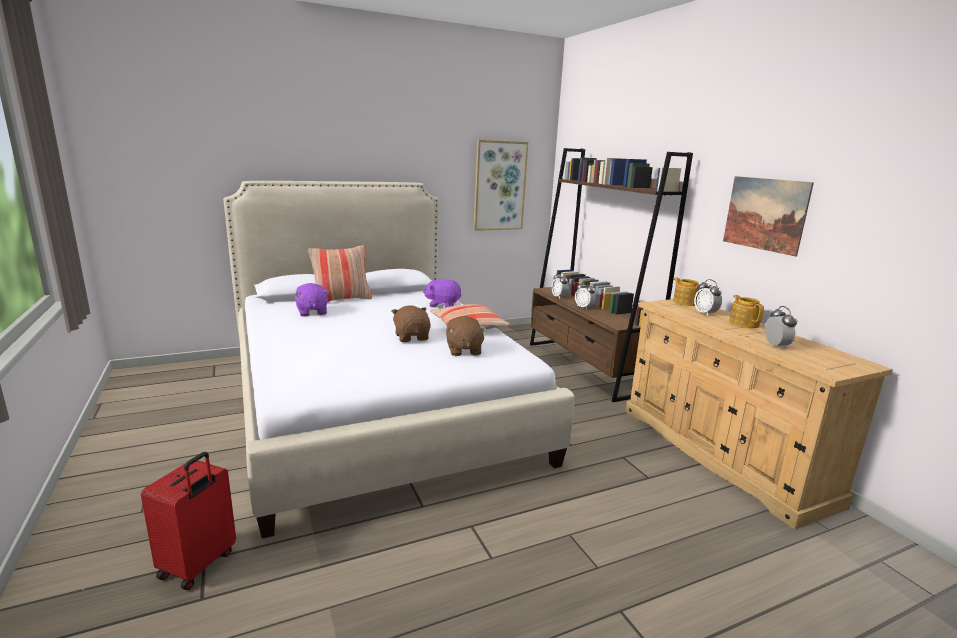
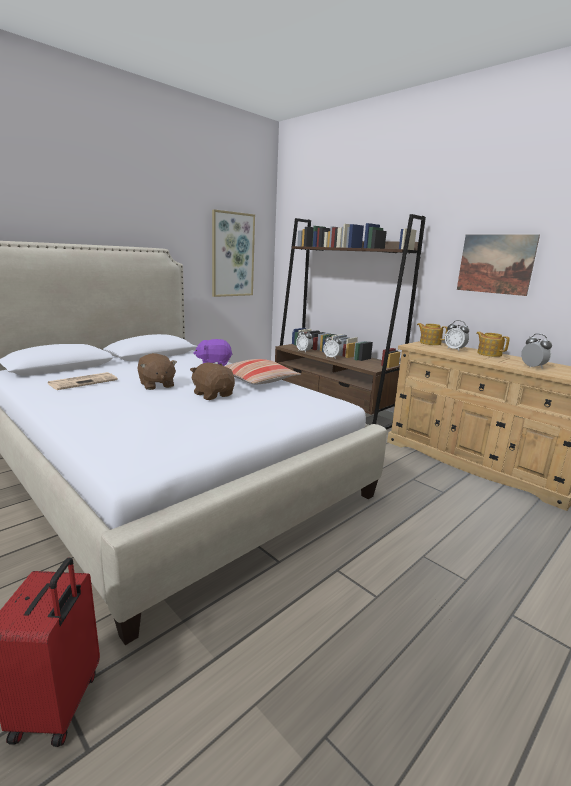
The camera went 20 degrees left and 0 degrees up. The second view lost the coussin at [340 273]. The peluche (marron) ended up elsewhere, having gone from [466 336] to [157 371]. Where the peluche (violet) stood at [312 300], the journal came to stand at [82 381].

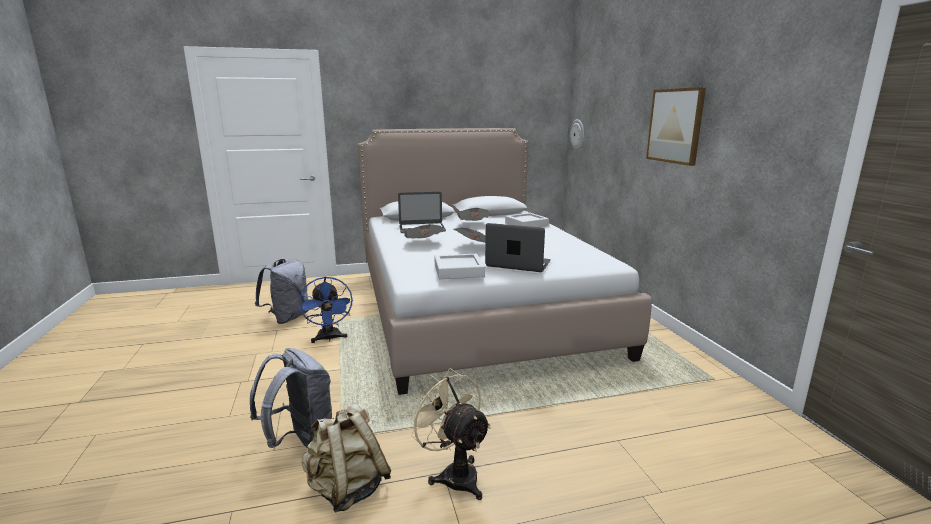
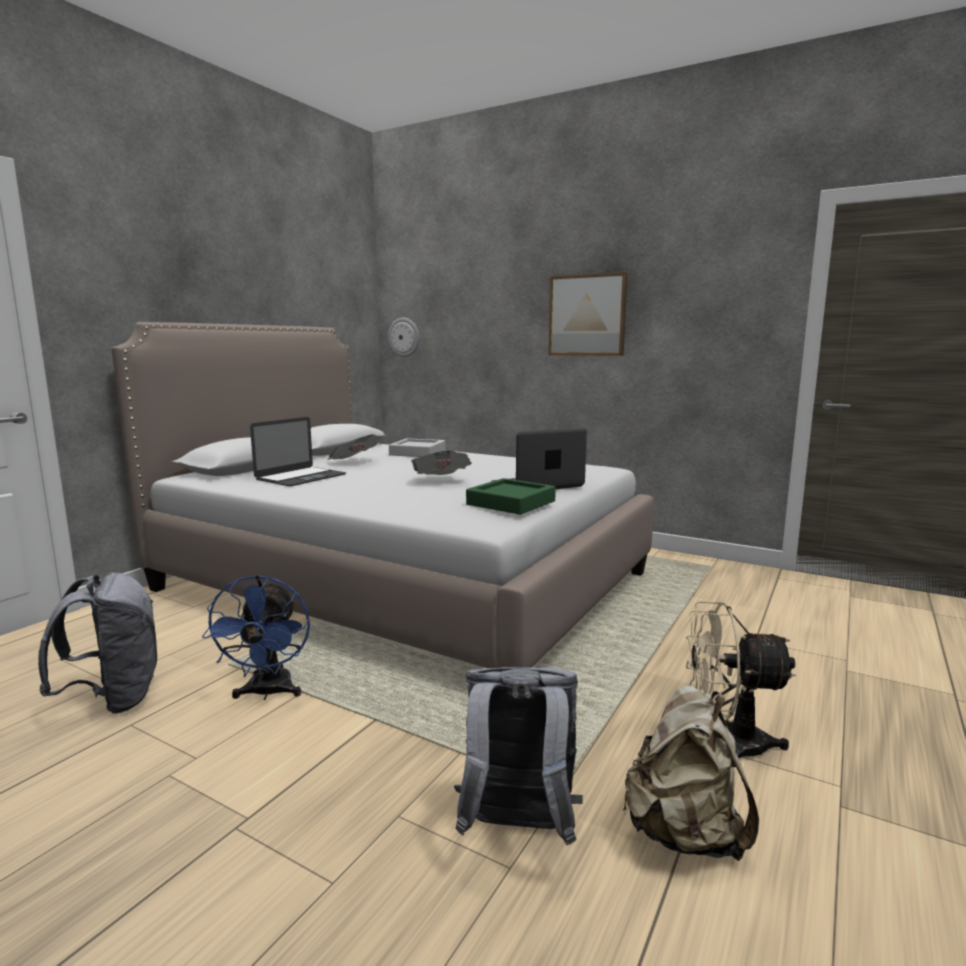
The camera went 45 degrees left and 5 degrees down. The second view lost the journal at [423 231]. What was the plateau (gris) at [459 266] turned into the plateau (vert) at [511 496]. The ventilateur (bleu) at [326 310] ended up facing another way, 60 degrees clockwise from before.

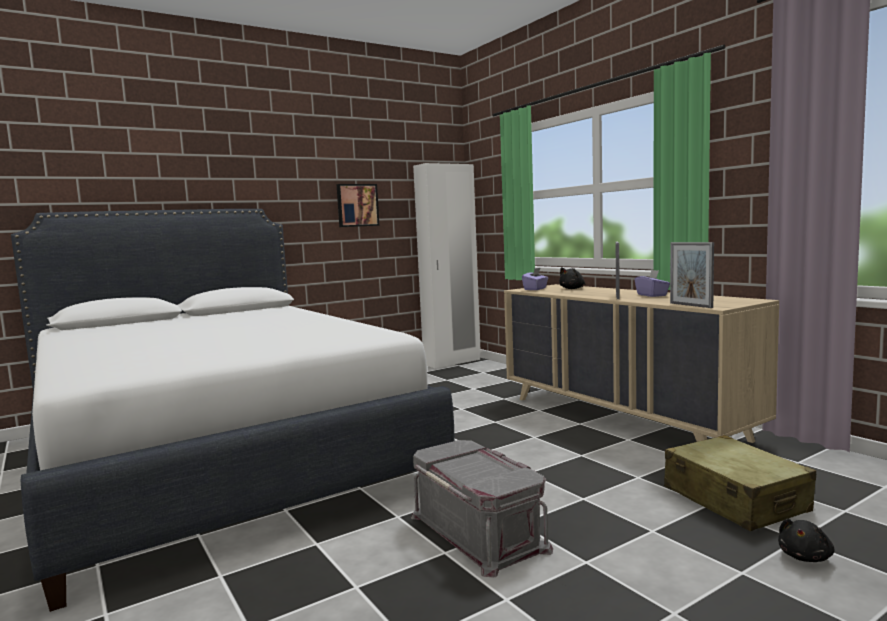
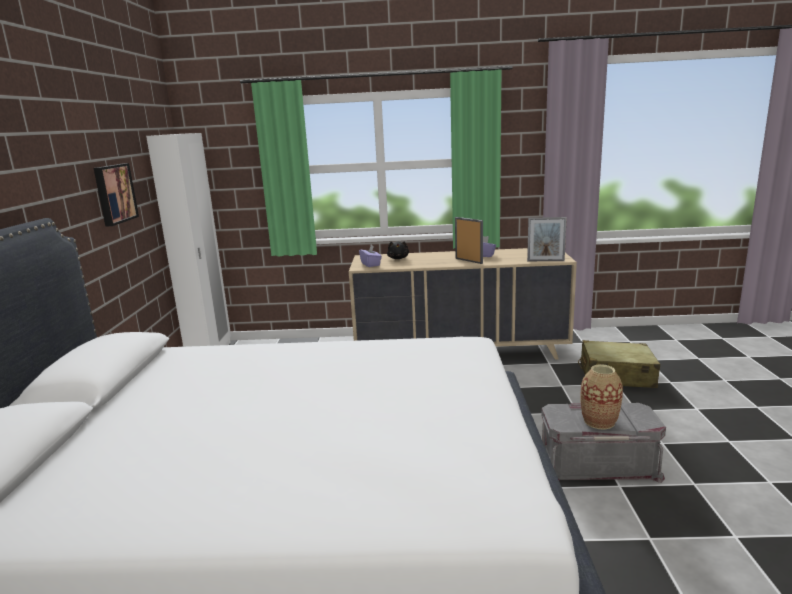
The camera went 55 degrees left and 10 degrees up. The second view lost the peluche (noir) at [806 540]. The second view gained the vase at [602 397].

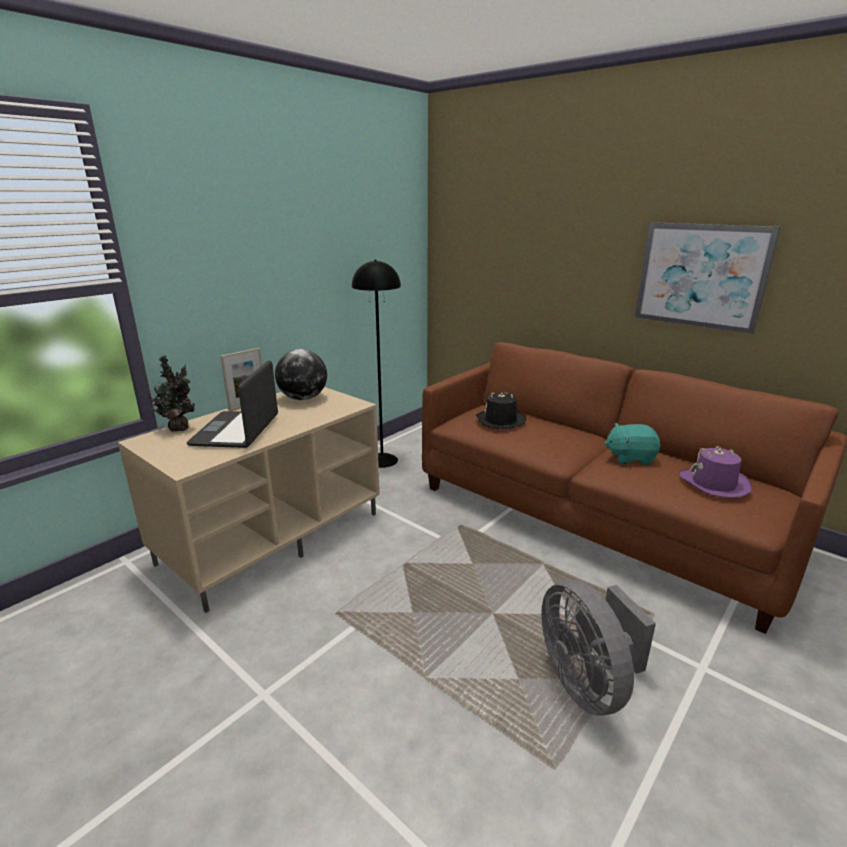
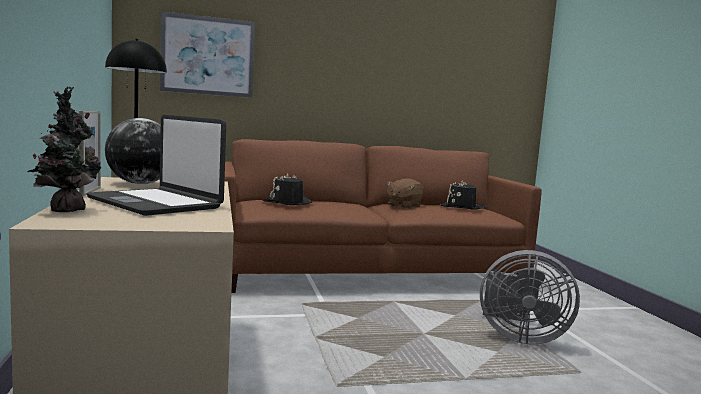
The camera went 55 degrees left and 15 degrees down. The tableau ended up elsewhere, having gone from [707 278] to [207 54]. What was the peluche (turquoise) at [632 444] turned into the peluche (marron) at [405 194]. What was the chapeau (violet) at [715 471] turned into the chapeau (noir) at [462 195].

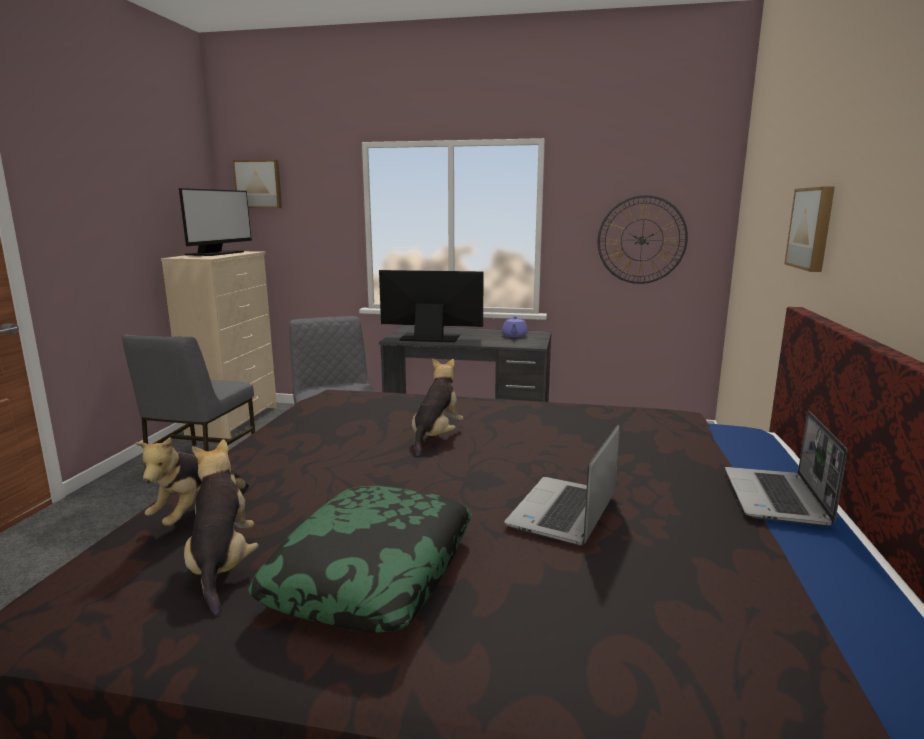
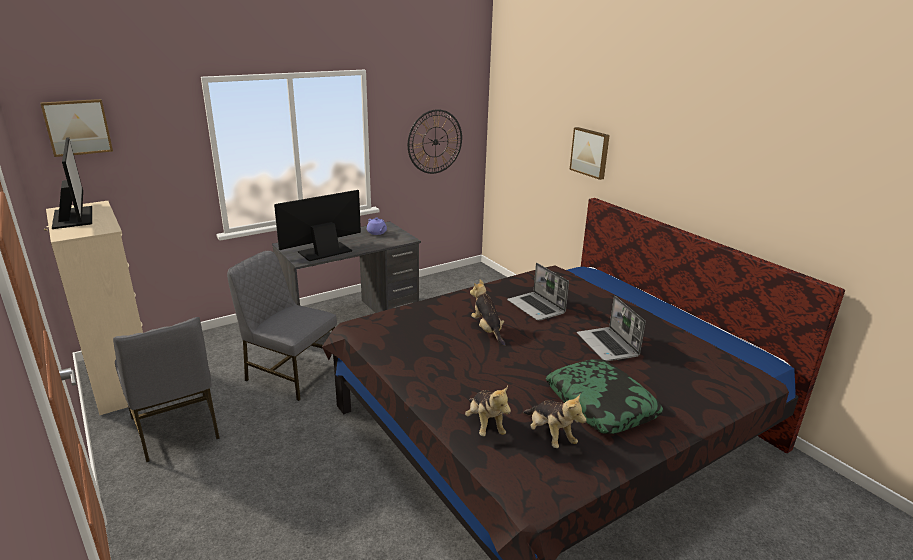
The camera went 45 degrees left and 10 degrees up. The ordinateur portable ended up elsewhere, having gone from [786 468] to [538 292]. The peluche at [221 527] ended up facing another way, 150 degrees counterclockwise from before.

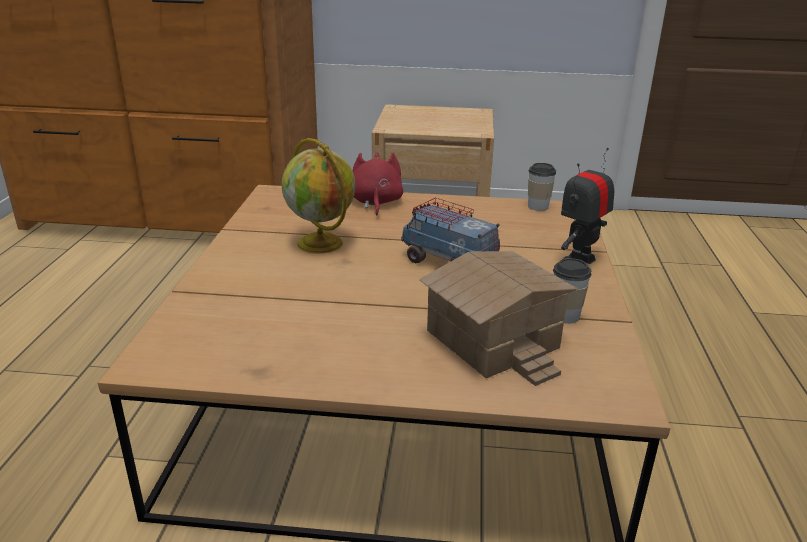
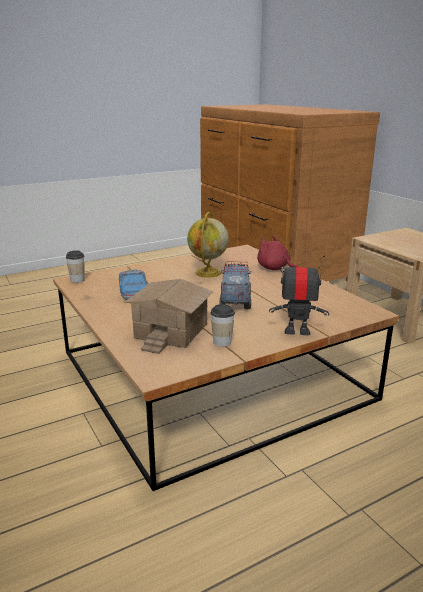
The camera went 55 degrees right and 5 degrees down. The second view gained the petite voiture at [133 284]. The tasse ended up elsewhere, having gone from [542 187] to [75 267]. The peluche (rouge) at [378 184] ended up facing another way, 105 degrees counterclockwise from before.

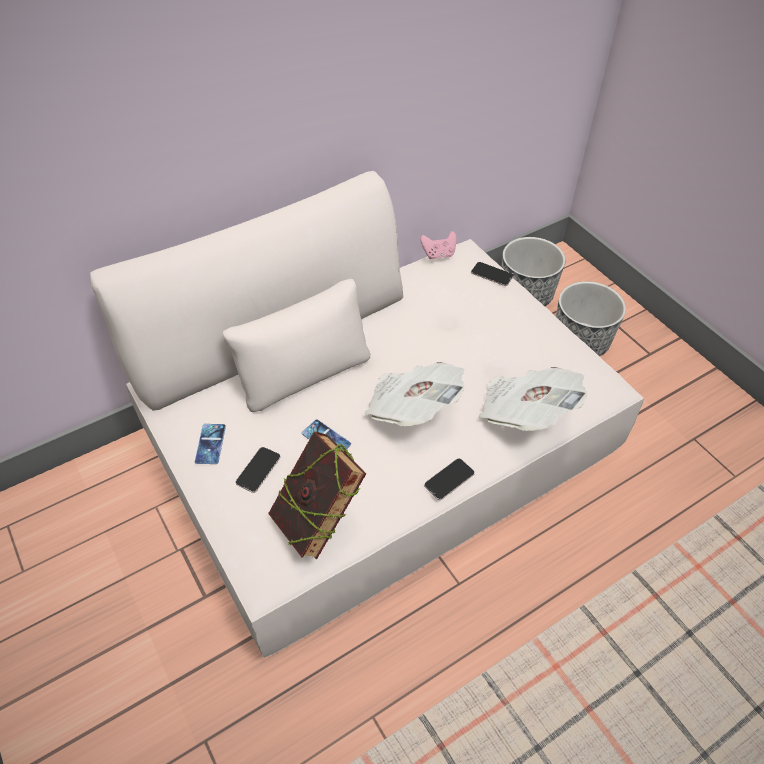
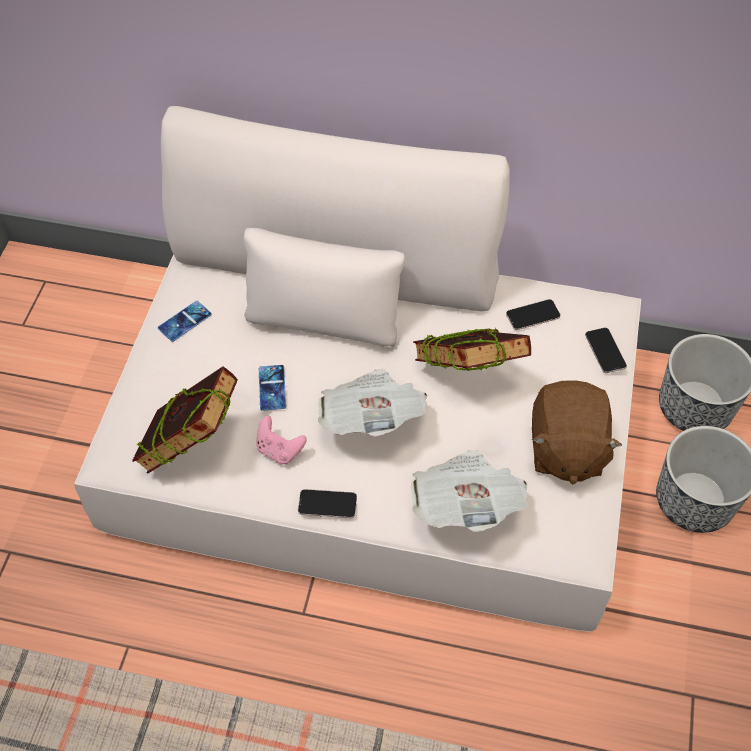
The camera went 45 degrees right and 5 degrees up. The second view gained the livre at [472 349]. The second view gained the peluche (marron) at [577 432]. The téléphone ended up elsewhere, having gone from [258 470] to [533 314]. The manette (rose) ended up elsewhere, having gone from [438 245] to [281 440].

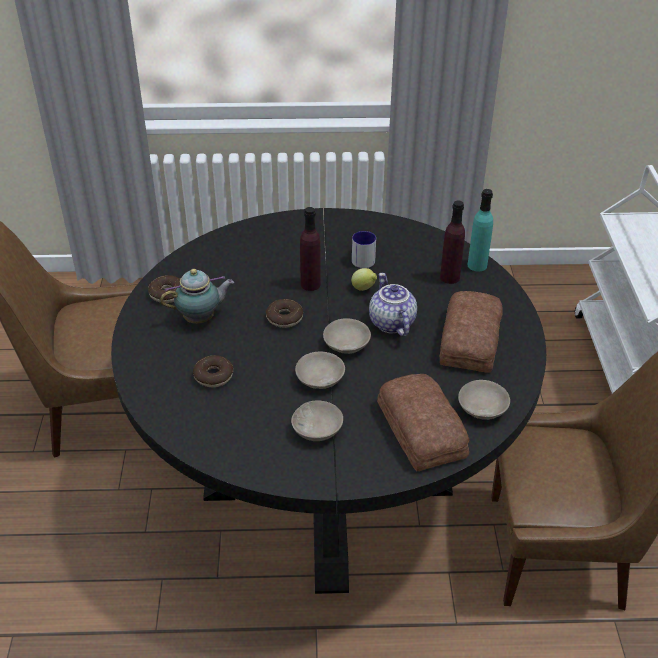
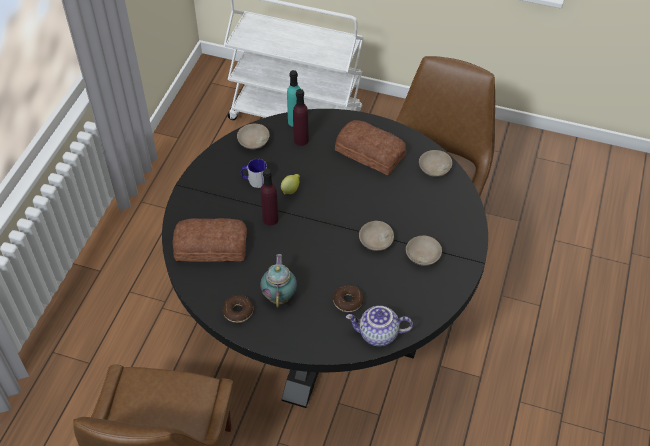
The camera went 70 degrees left and 10 degrees up. The second view lost the beignet at [284 313]. The bol (beige) ended up elsewhere, having gone from [347 336] to [253 136]. The théière ended up elsewhere, having gone from [393 304] to [379 326]. The pain ended up elsewhere, having gone from [423 423] to [210 240].

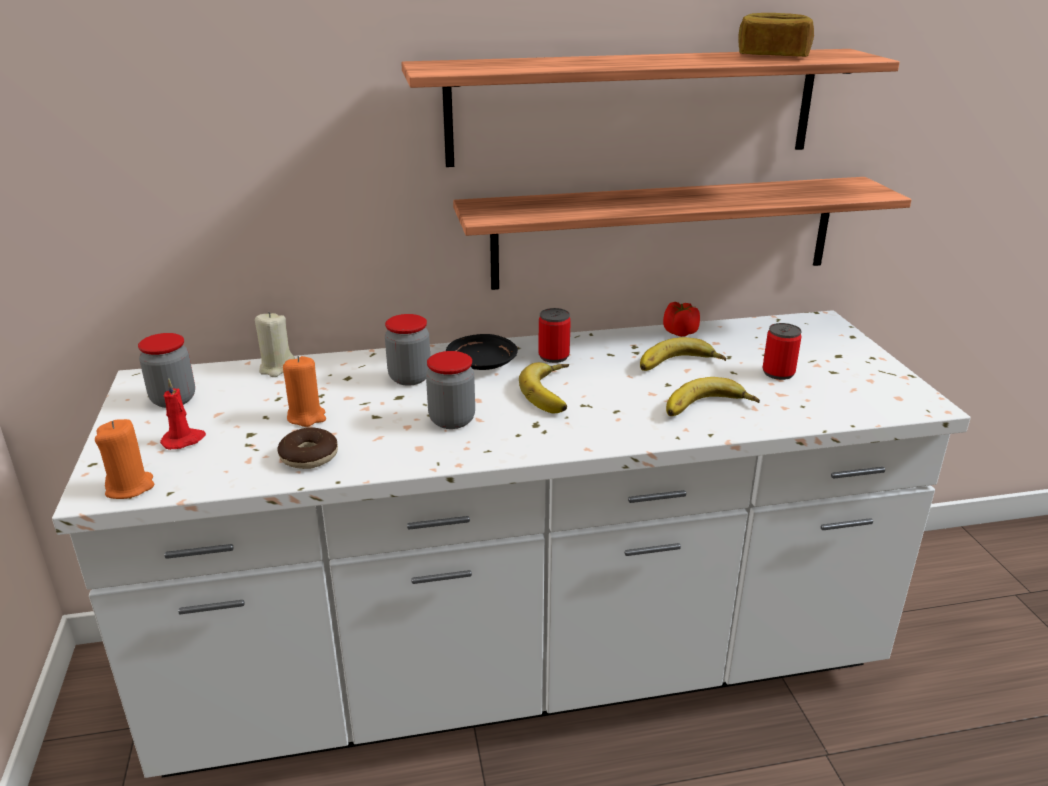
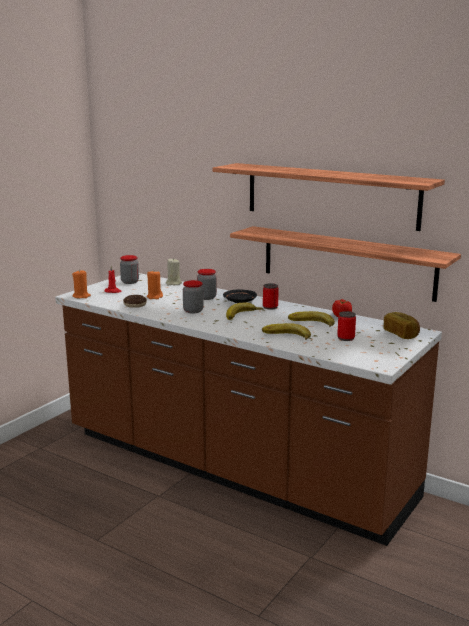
The camera went 45 degrees right and 10 degrees down. The pain ended up elsewhere, having gone from [776 35] to [402 325]. What was the comptoir de cuisine (blanc) at [511 544] turned into the comptoir de cuisine (marron) at [248 409].

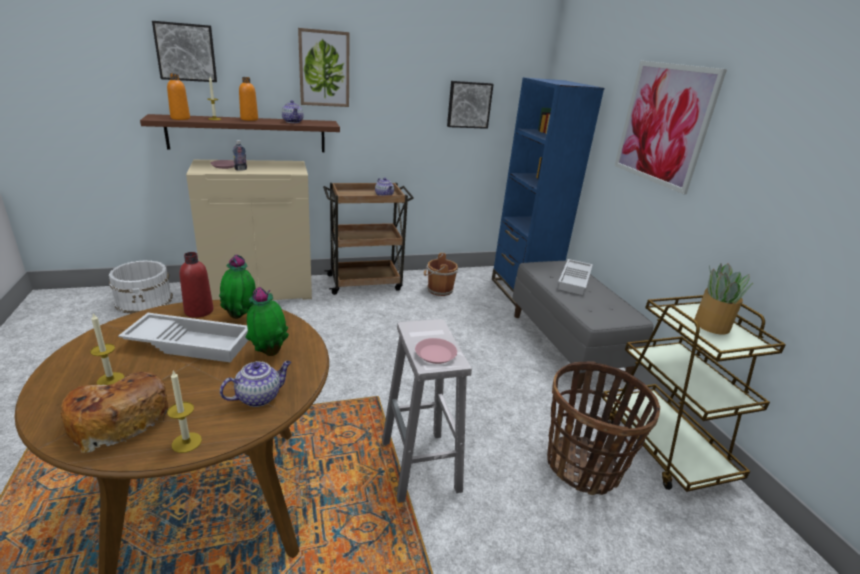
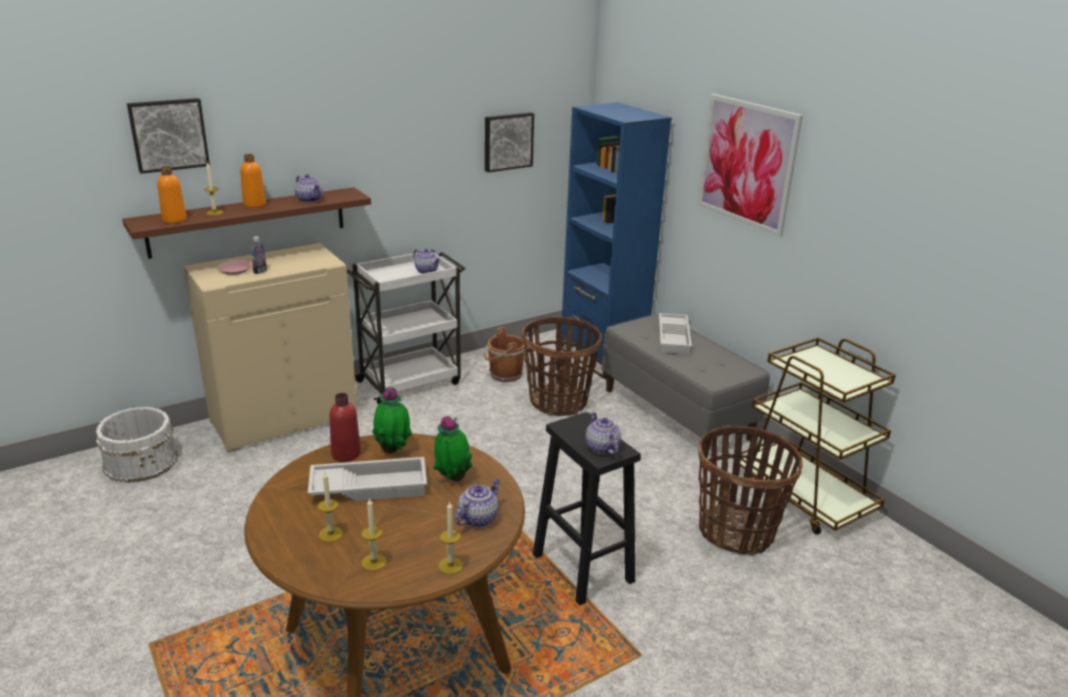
The camera went 15 degrees left and 0 degrees up. The second view lost the tableau at [324 67]. The second view lost the plante en pot at [723 299]. The second view gained the panier at [562 366]. Where the pain stood at [115 412], the bougie came to stand at [373 534]. Where the assiette (rose) stood at [436 351], the théière came to stand at [603 433]. What was the chariot (marron) at [368 239] turned into the chariot (blanc) at [406 327]. What was the tabouret (blanc) at [427 411] turned into the tabouret (noir) at [587 508].

